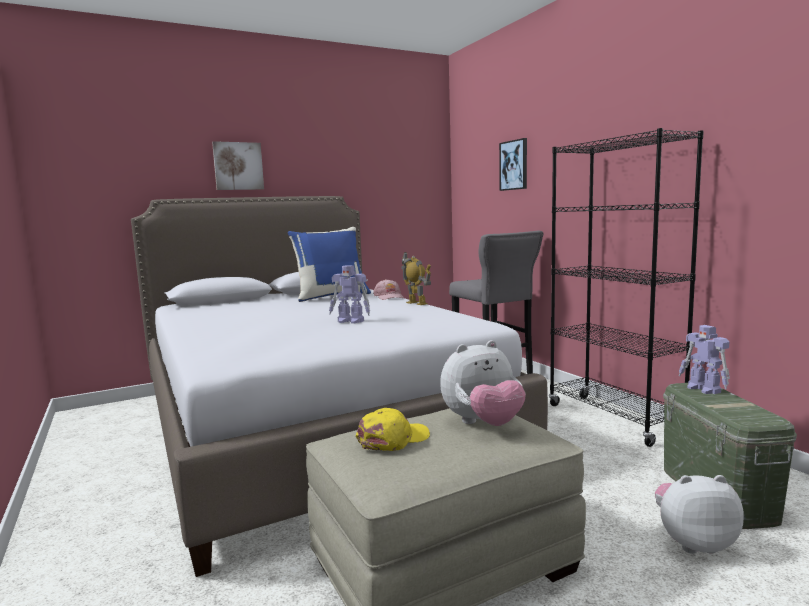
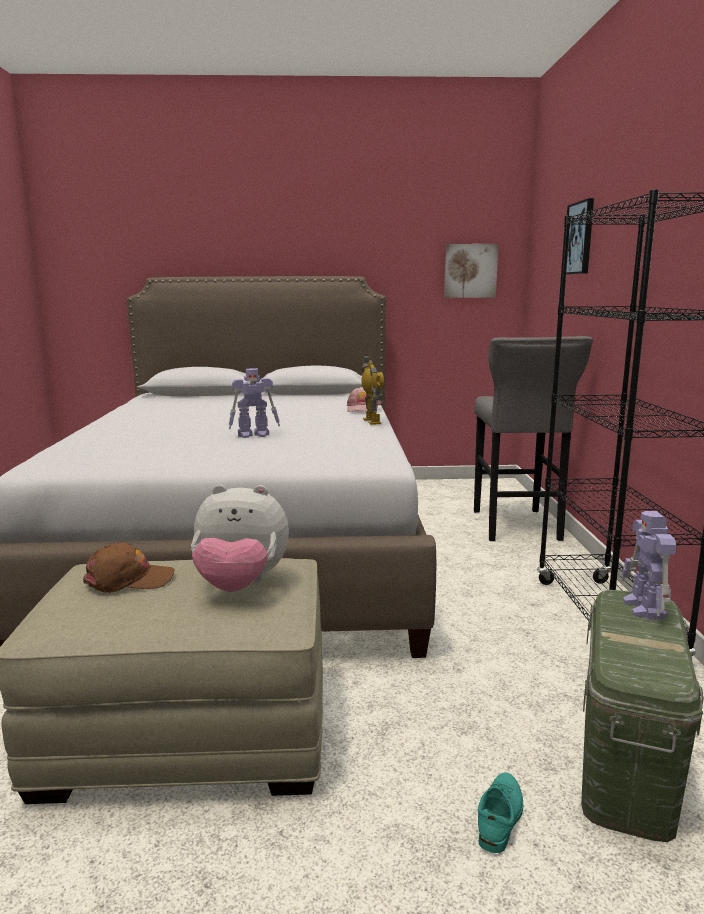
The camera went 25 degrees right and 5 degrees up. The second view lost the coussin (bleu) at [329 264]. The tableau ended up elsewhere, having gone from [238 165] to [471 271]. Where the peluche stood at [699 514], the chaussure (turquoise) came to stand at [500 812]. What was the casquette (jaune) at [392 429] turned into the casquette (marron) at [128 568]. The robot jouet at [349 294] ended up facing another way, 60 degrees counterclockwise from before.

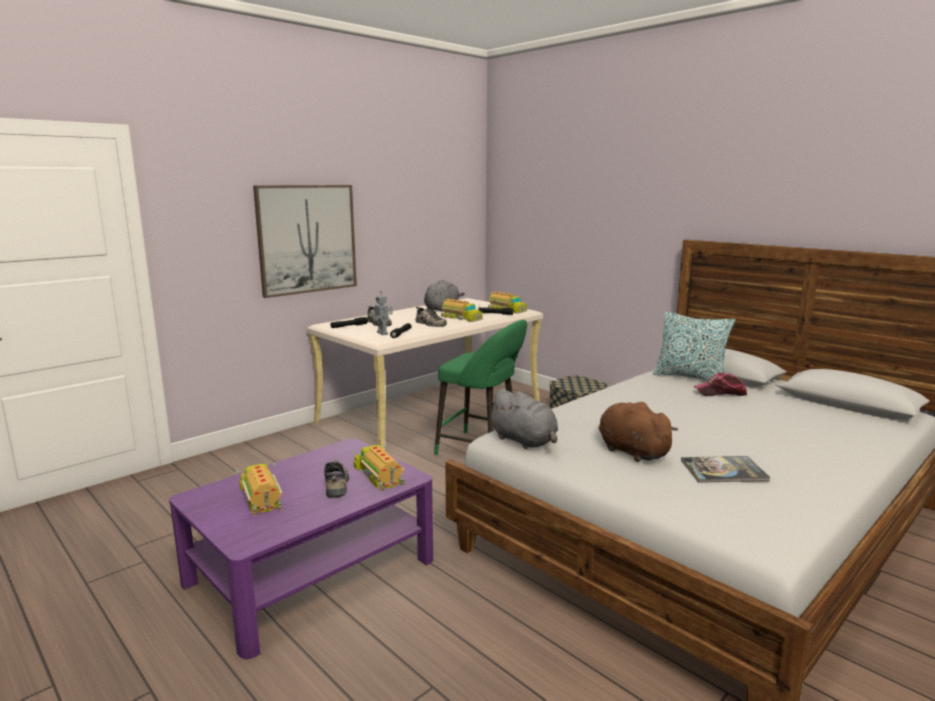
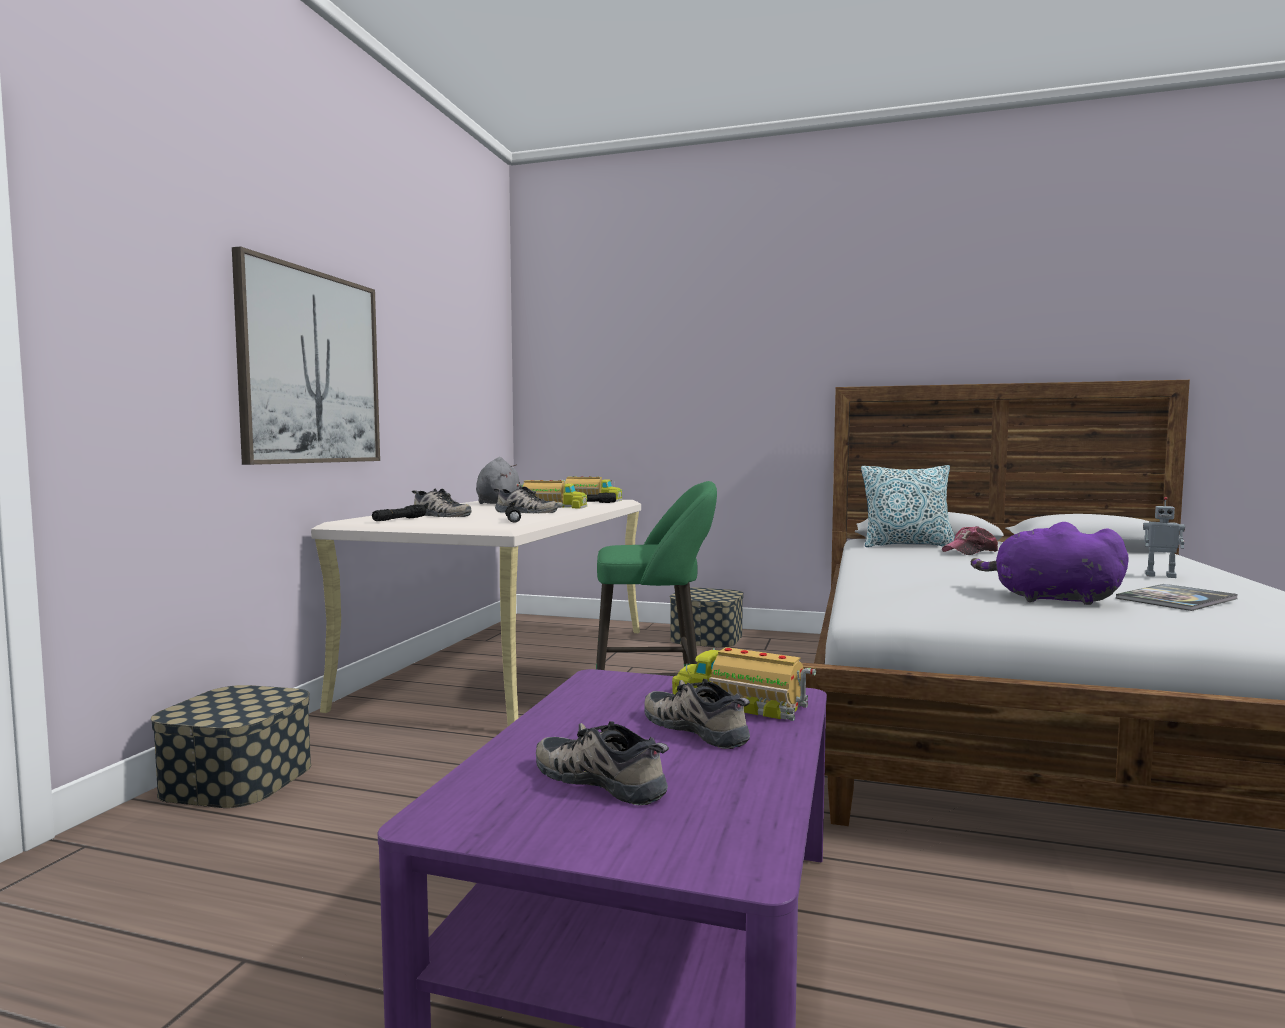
The camera went 30 degrees left and 10 degrees down. The second view lost the peluche (gris) at [522 418]. The second view gained the boîte de rangement at [231 746]. The robot jouet ended up elsewhere, having gone from [381 313] to [1164 537]. Where the camion jouet stood at [259 489], the chaussure came to stand at [602 763]. What was the peluche (marron) at [638 432] turned into the peluche (violet) at [1050 563].

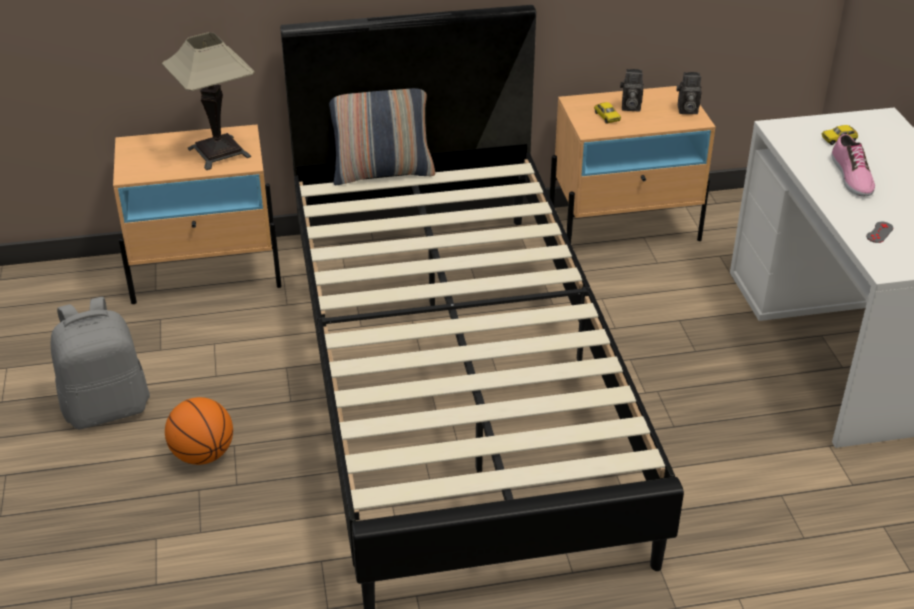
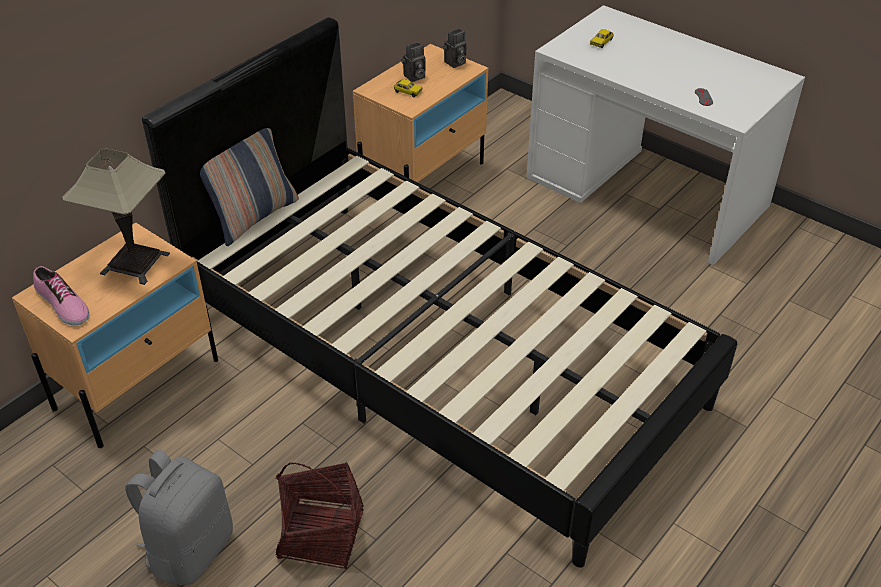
The camera went 40 degrees left and 5 degrees up. The chaussure ended up elsewhere, having gone from [853 165] to [61 295]. Where the ballon de basket stood at [199 431], the panier came to stand at [320 515].

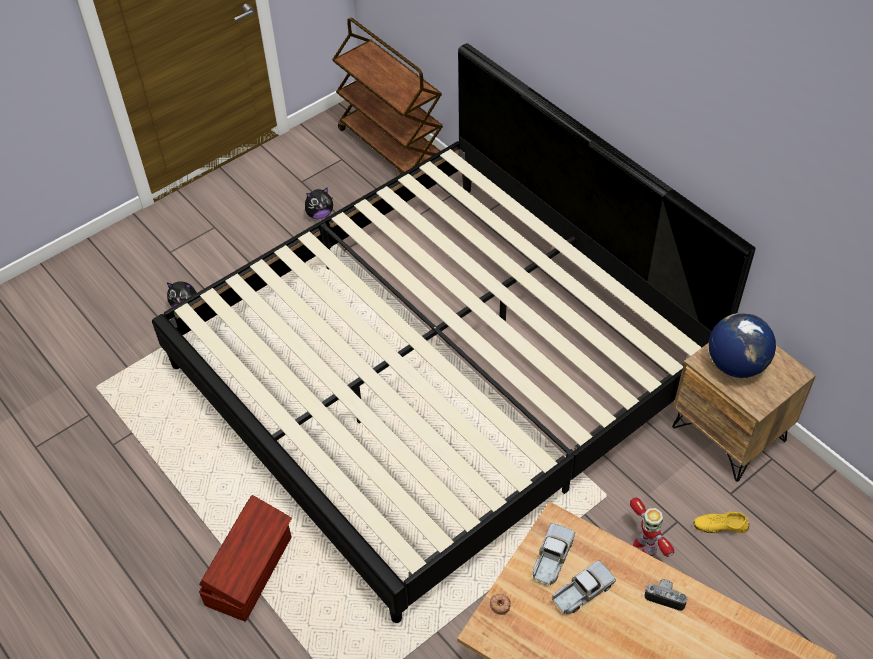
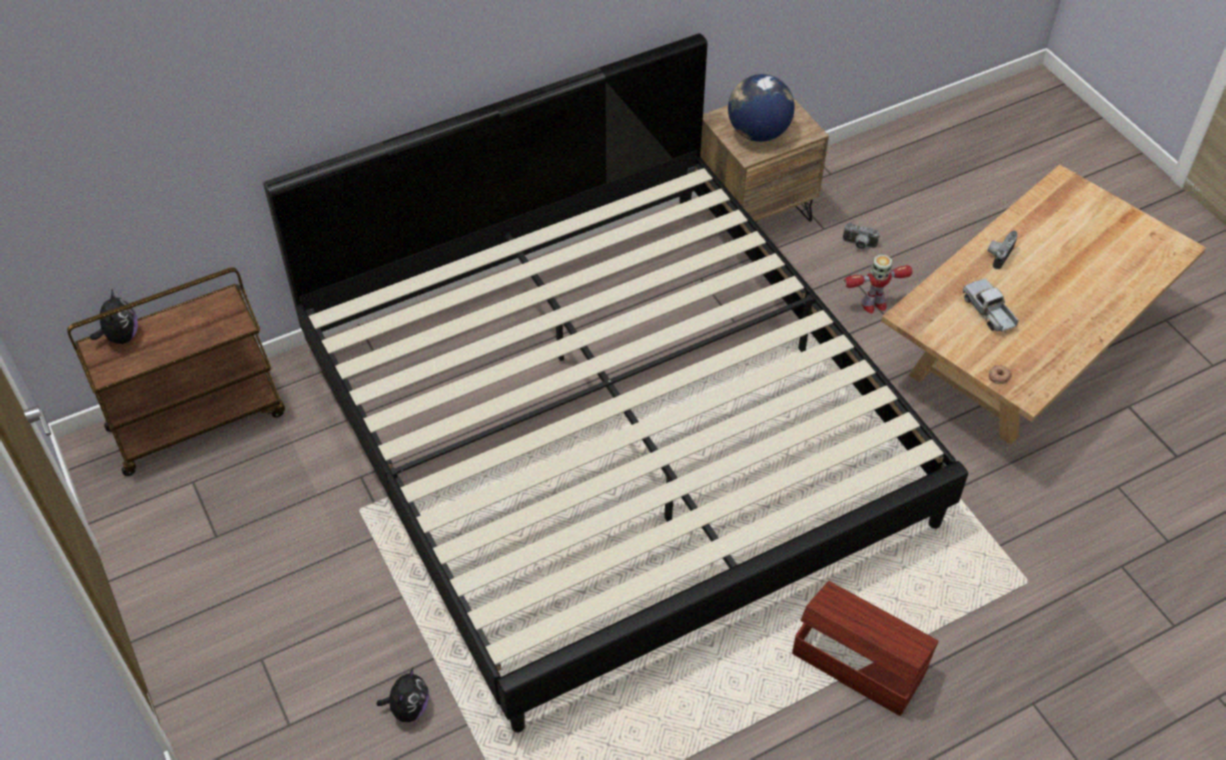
The camera went 80 degrees left and 0 degrees up. The second view lost the camion jouet at [554 554]. The peluche ended up elsewhere, having gone from [319 203] to [114 316]. Where the chaussure (jaune) stood at [721 521], the appareil photo came to stand at [861 236].

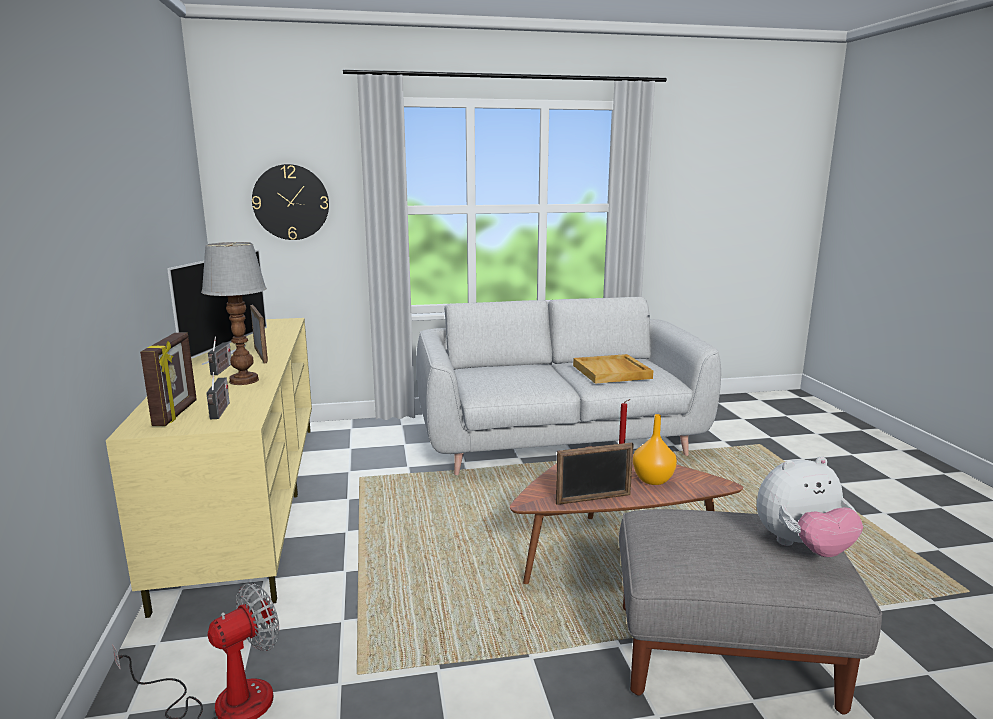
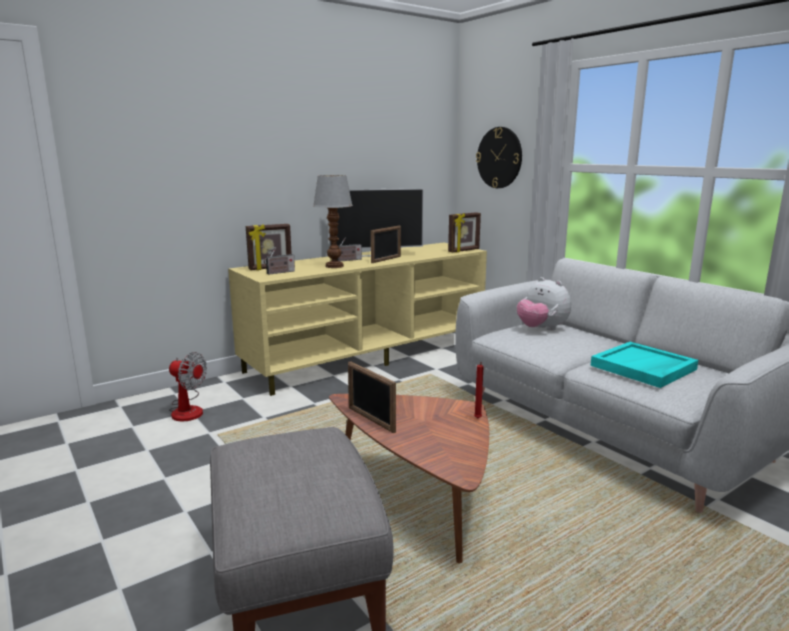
The camera went 65 degrees right and 0 degrees up. The second view lost the vase (orange) at [655 449]. The second view gained the cadre photo at [464 232]. The peluche ended up elsewhere, having gone from [810 506] to [544 303]. What was the plateau (beige) at [613 369] turned into the plateau (turquoise) at [644 365].

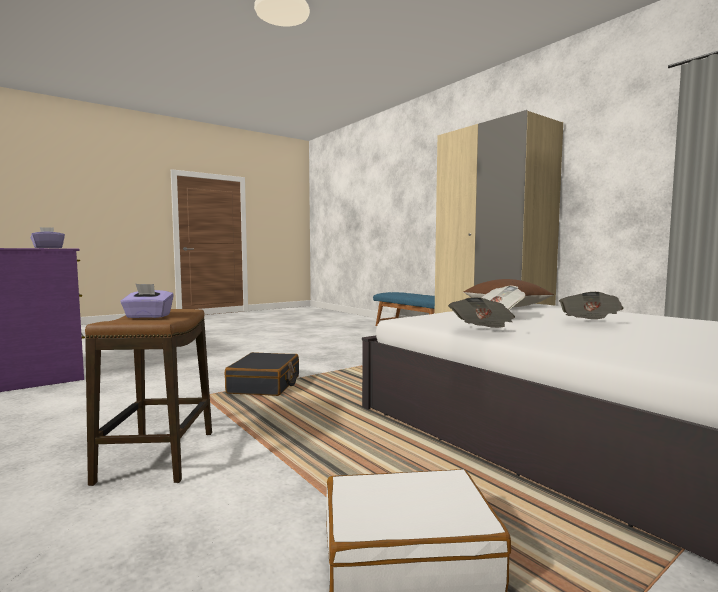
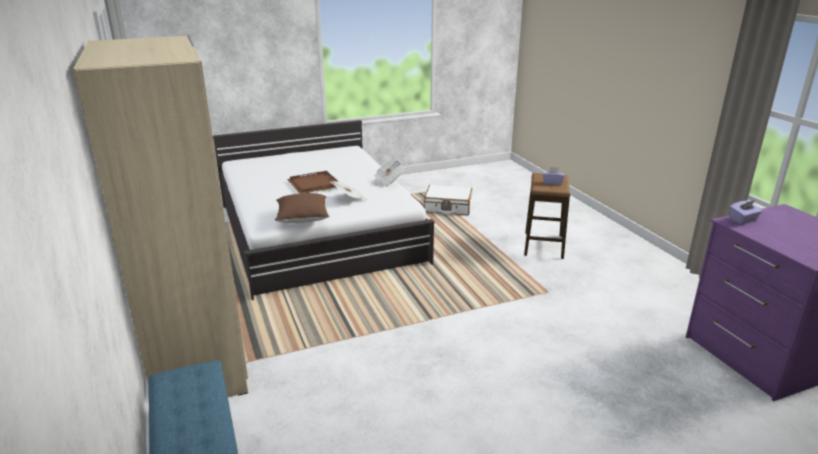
The camera went 165 degrees left and 20 degrees up. The second view lost the valise (noir) at [262 374]. Where the journal stood at [591 305], the plateau (marron) came to stand at [313 182].

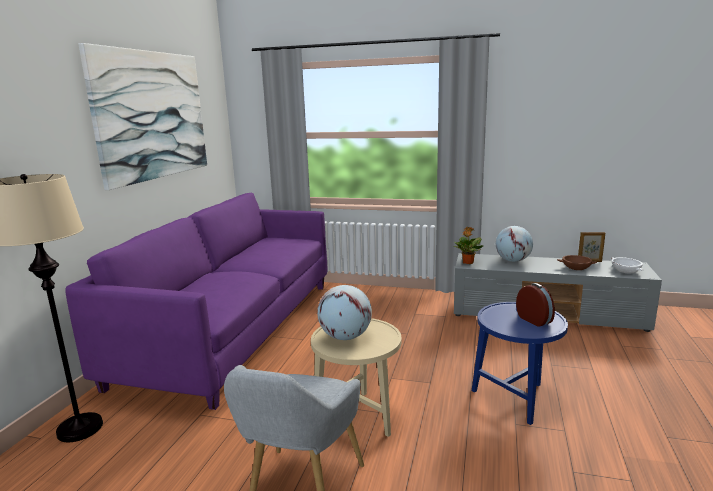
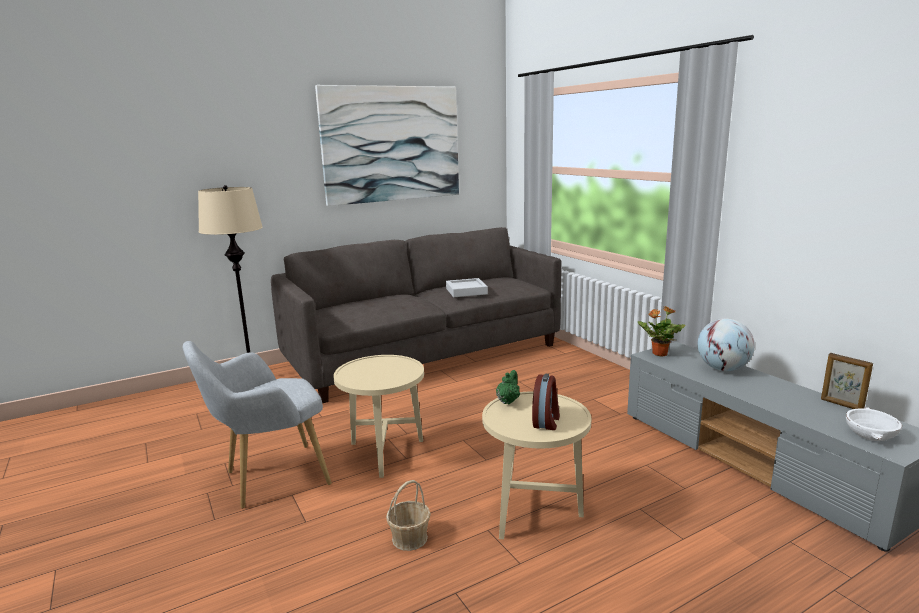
The camera went 45 degrees right and 0 degrees up. The second view lost the globe at [344 312]. The second view lost the bol (marron) at [577 262]. The second view gained the panier at [408 515]. The second view gained the plateau (gris) at [467 287]. The second view gained the théière (vert) at [508 387]. What was the canapé (violet) at [196 301] turned into the canapé (gris) at [416 315]. What was the table d'appoint (bleu) at [520 363] turned into the table d'appoint (beige) at [536 465].

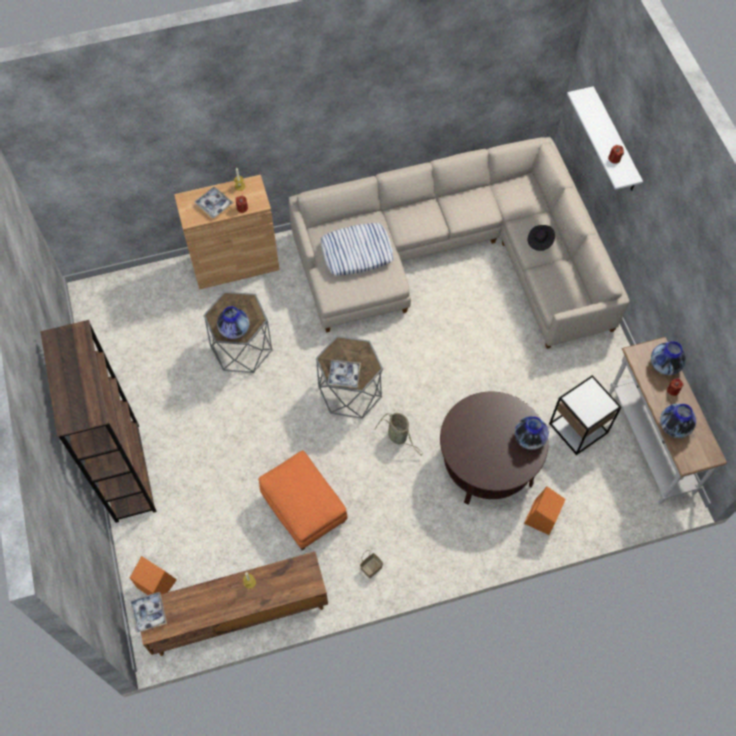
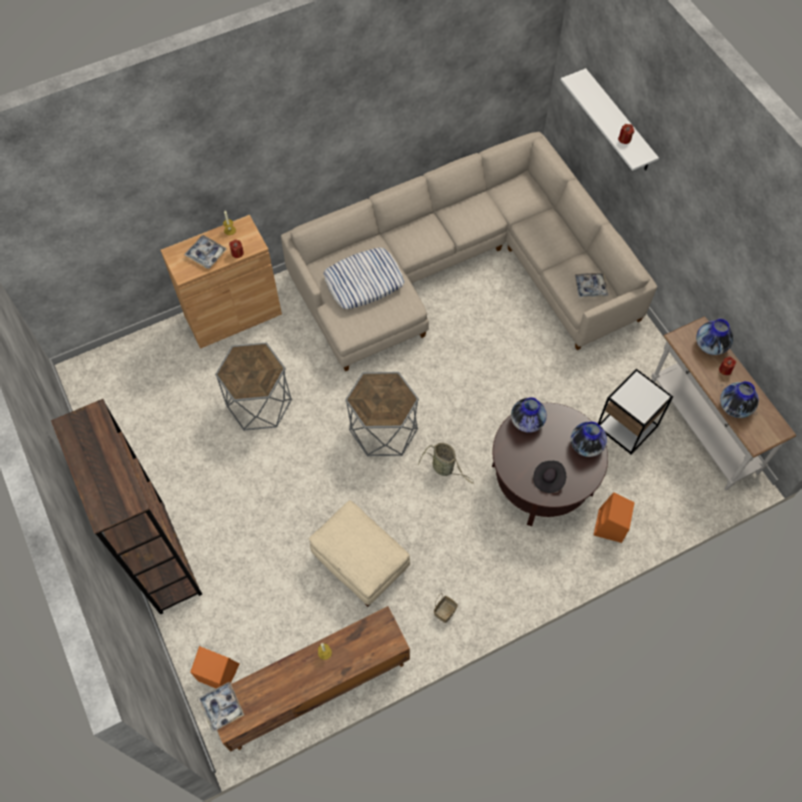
The camera went 10 degrees left and 0 degrees up. The vase ended up elsewhere, having gone from [233 322] to [529 415]. The plateau ended up elsewhere, having gone from [344 374] to [591 285]. The chapeau (noir) ended up elsewhere, having gone from [541 238] to [549 477]. What was the pouf (orange) at [303 500] turned into the pouf (beige) at [359 553].

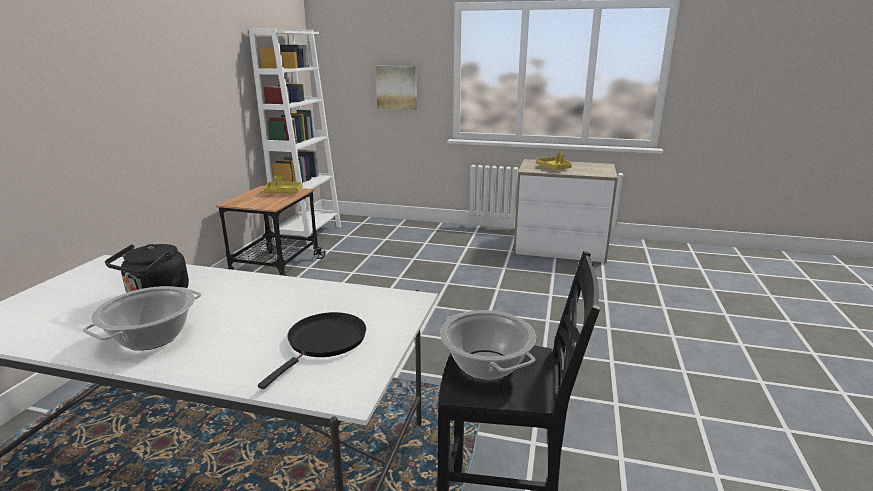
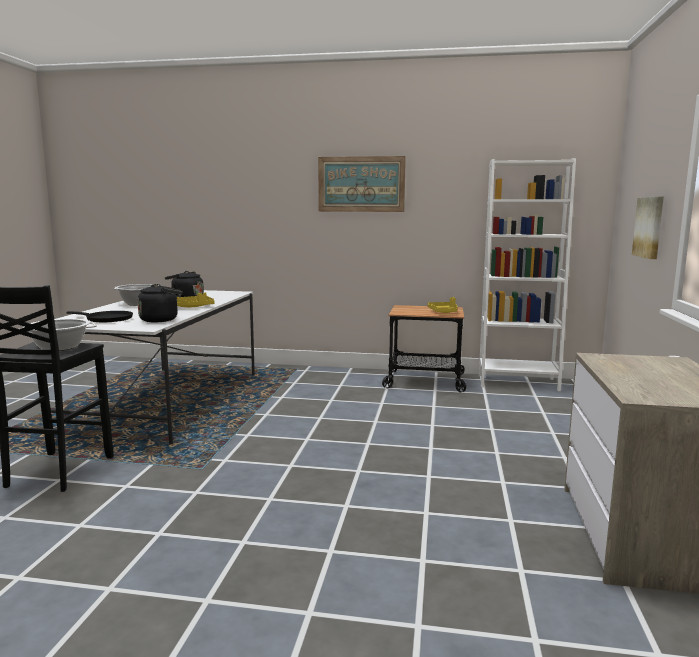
The camera went 85 degrees right and 10 degrees down. The second view gained the bouilloire (noir) at [160 303]. The second view gained the tableau at [362 184]. The plateau (jaune) ended up elsewhere, having gone from [554 161] to [195 299].

